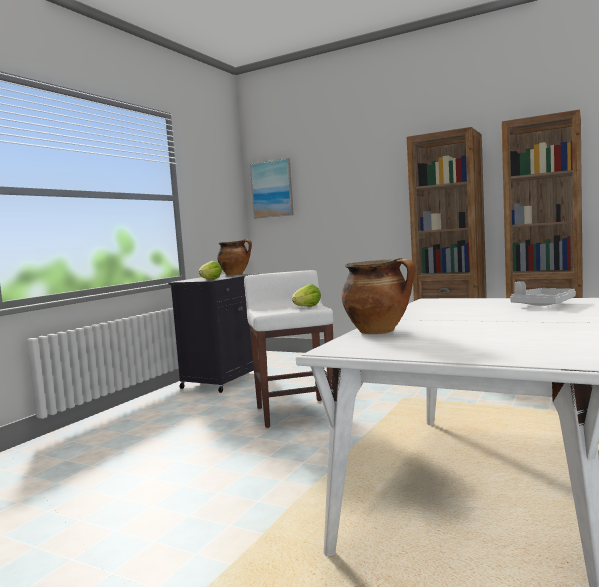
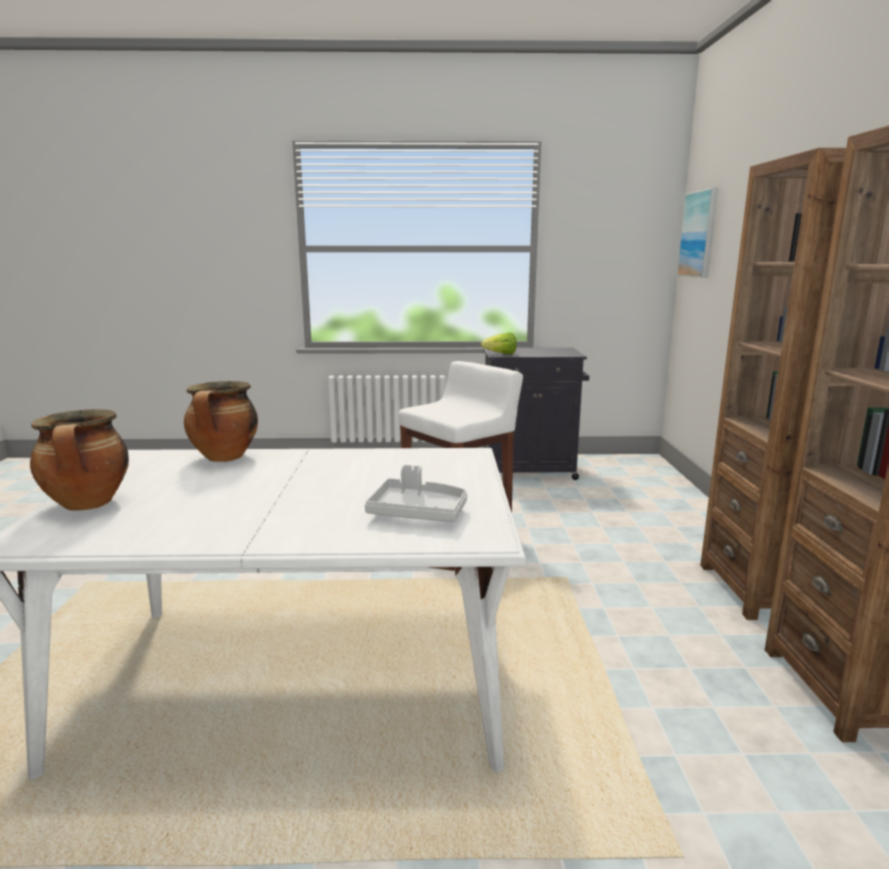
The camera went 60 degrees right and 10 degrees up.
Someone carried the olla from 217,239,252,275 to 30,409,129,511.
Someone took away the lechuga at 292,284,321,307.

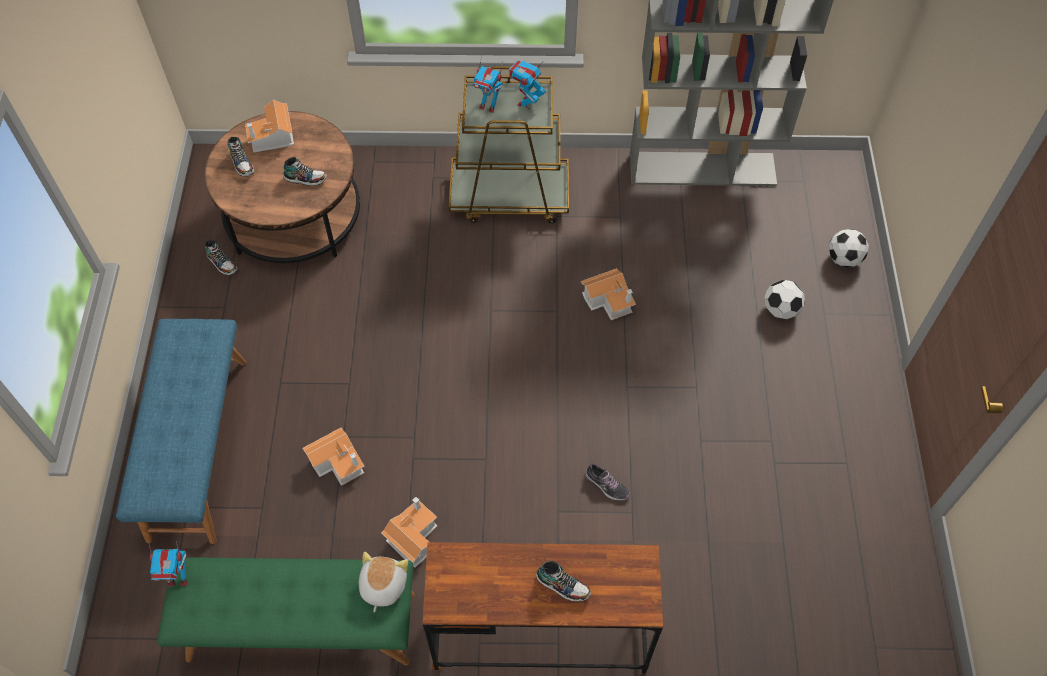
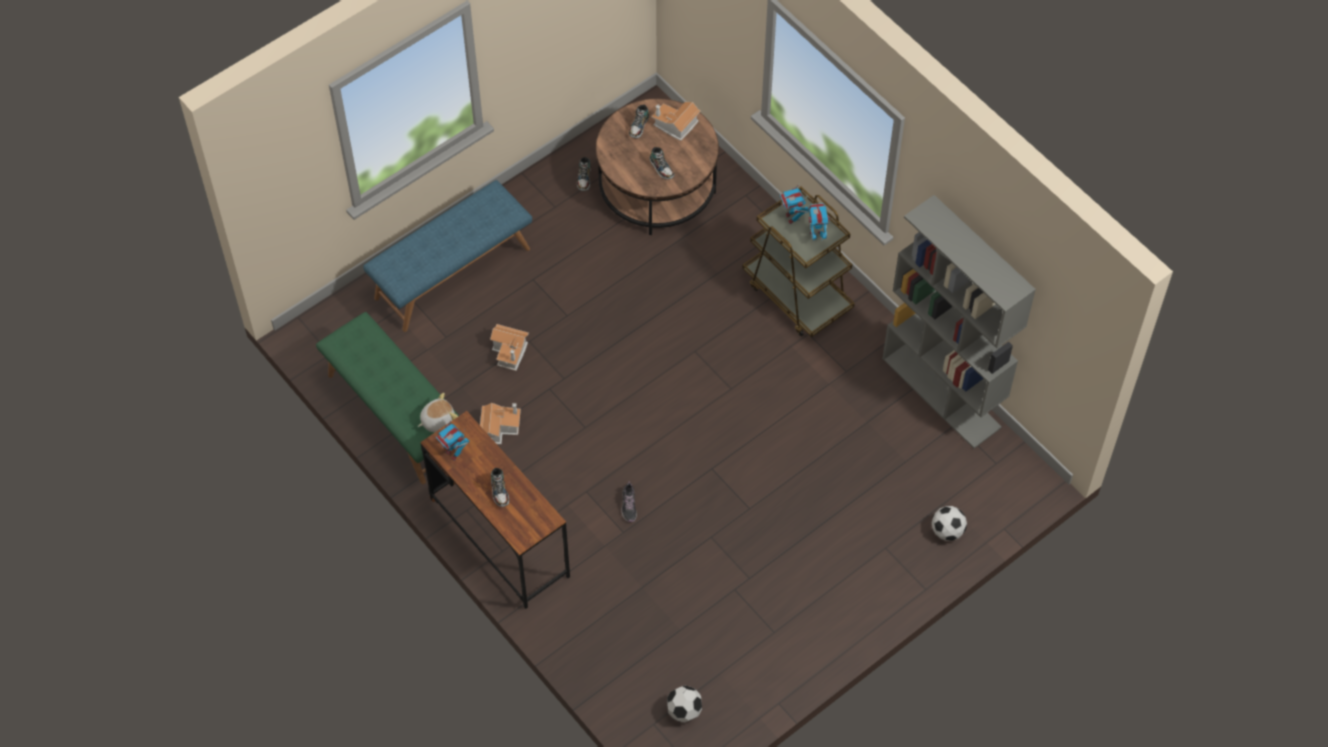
The camera went 50 degrees right and 0 degrees up.
Someone carried the robot de juguete from 148,541,187,586 to 436,416,469,461.
Someone carried the balón de fútbol from 765,280,805,319 to 667,685,702,723.
Someone took away the casita at 581,268,636,320.

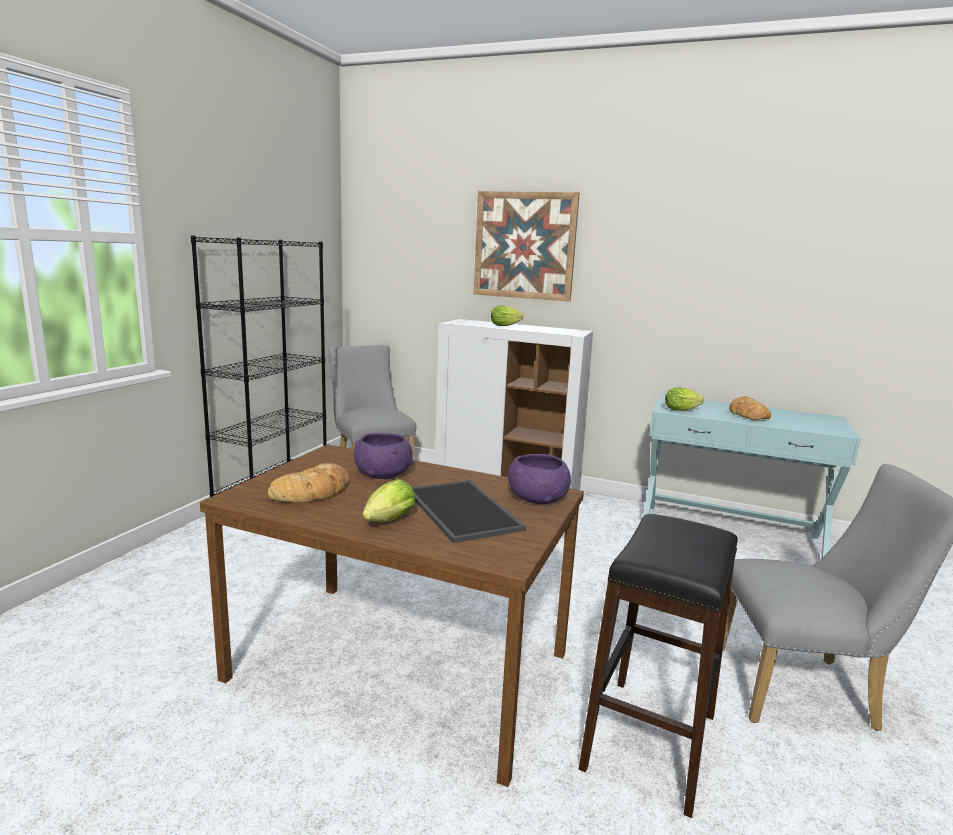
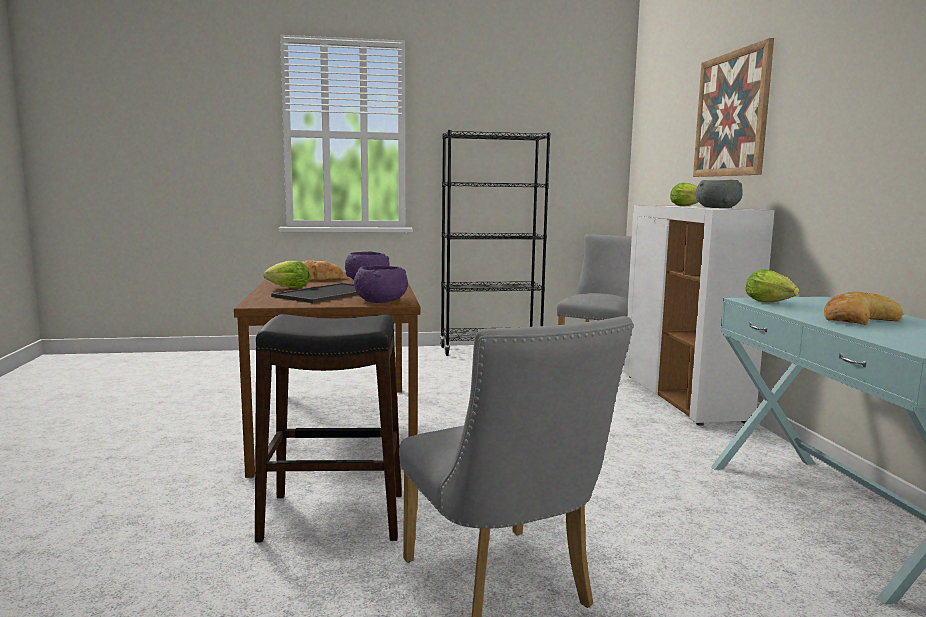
The camera went 60 degrees right and 5 degrees down.
Someone put down the cuenco [gris] at 696,180,743,208.

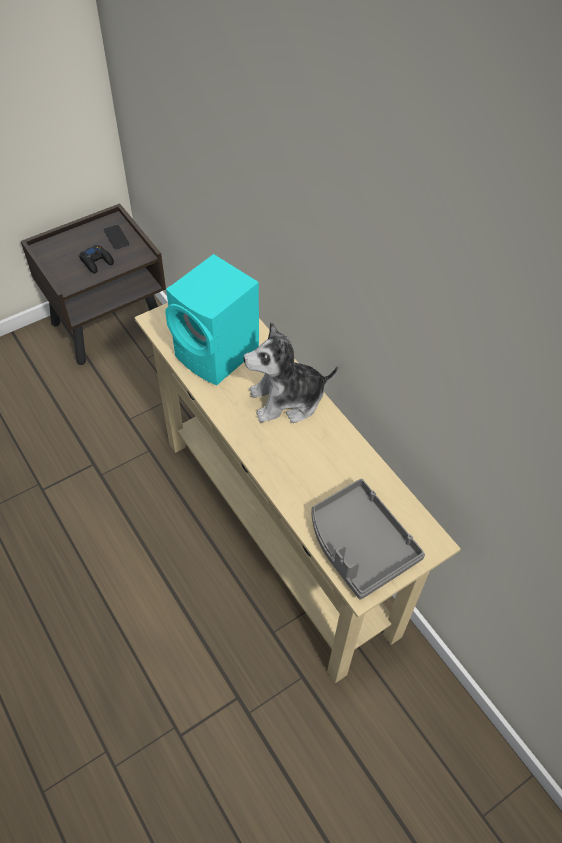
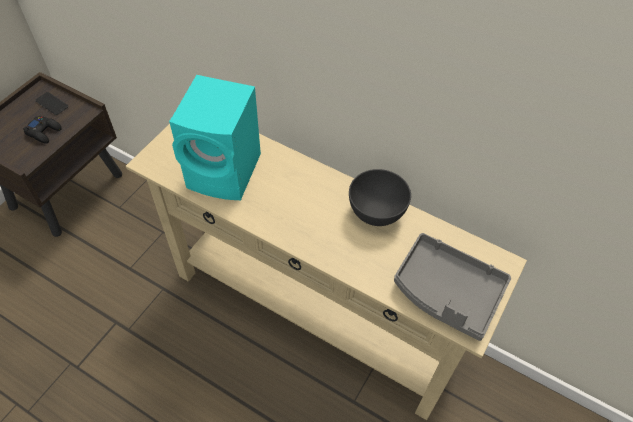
The camera went 25 degrees left and 0 degrees up.
Someone put down the cuenco [gris] at 349,169,411,226.
Someone took away the peluche at 243,322,338,423.

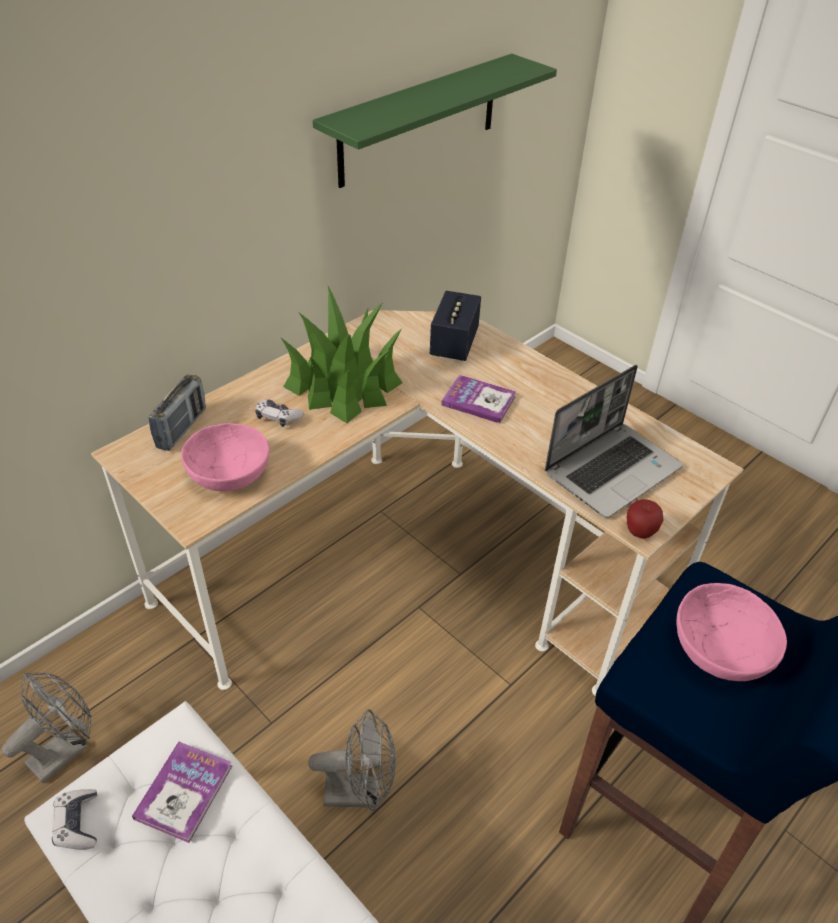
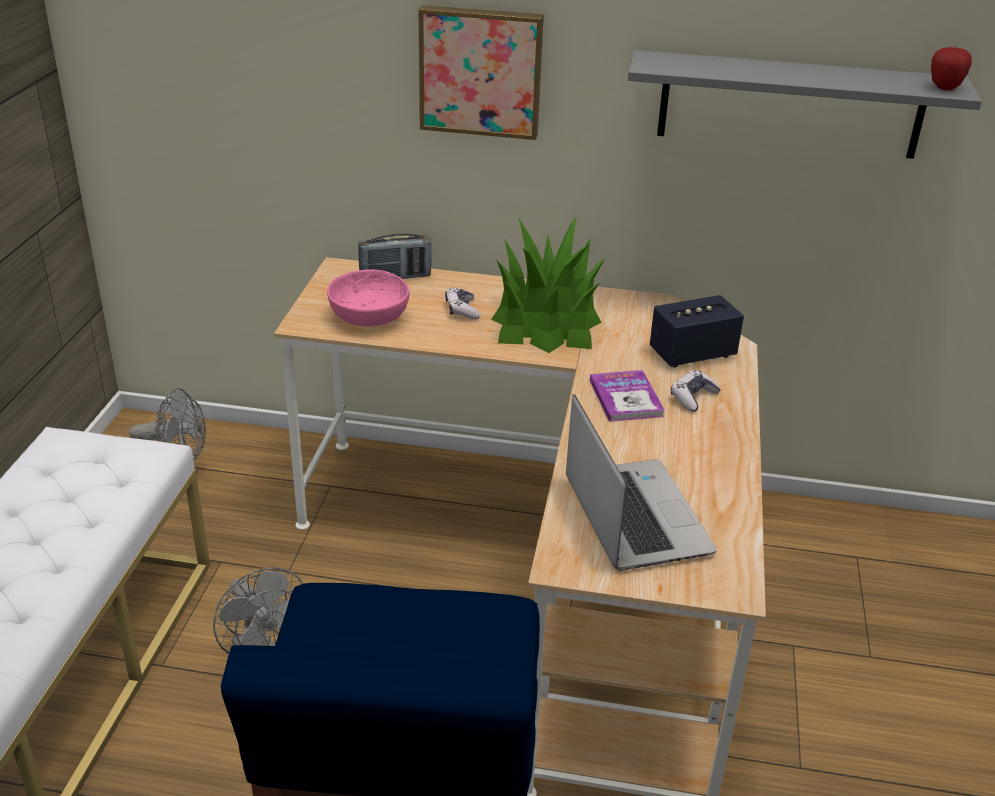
The camera went 55 degrees right and 10 degrees down.
Someone put up the cuadro at 419,5,544,140.
Someone rotated the portátil at 545,365,683,518 by 120 degrees counterclockwise.
Someone repainted the estante [verde] at 313,54,557,188, which became the estante [gris] at 628,50,982,159.
Someone carried the mando de consola from 52,789,97,850 to 671,370,721,412.
Someone carried the manzana from 627,499,664,539 to 931,47,972,90.
Someone took away the libro at 132,742,232,843.
Someone took away the cuenco [rosa] at 676,583,787,681.

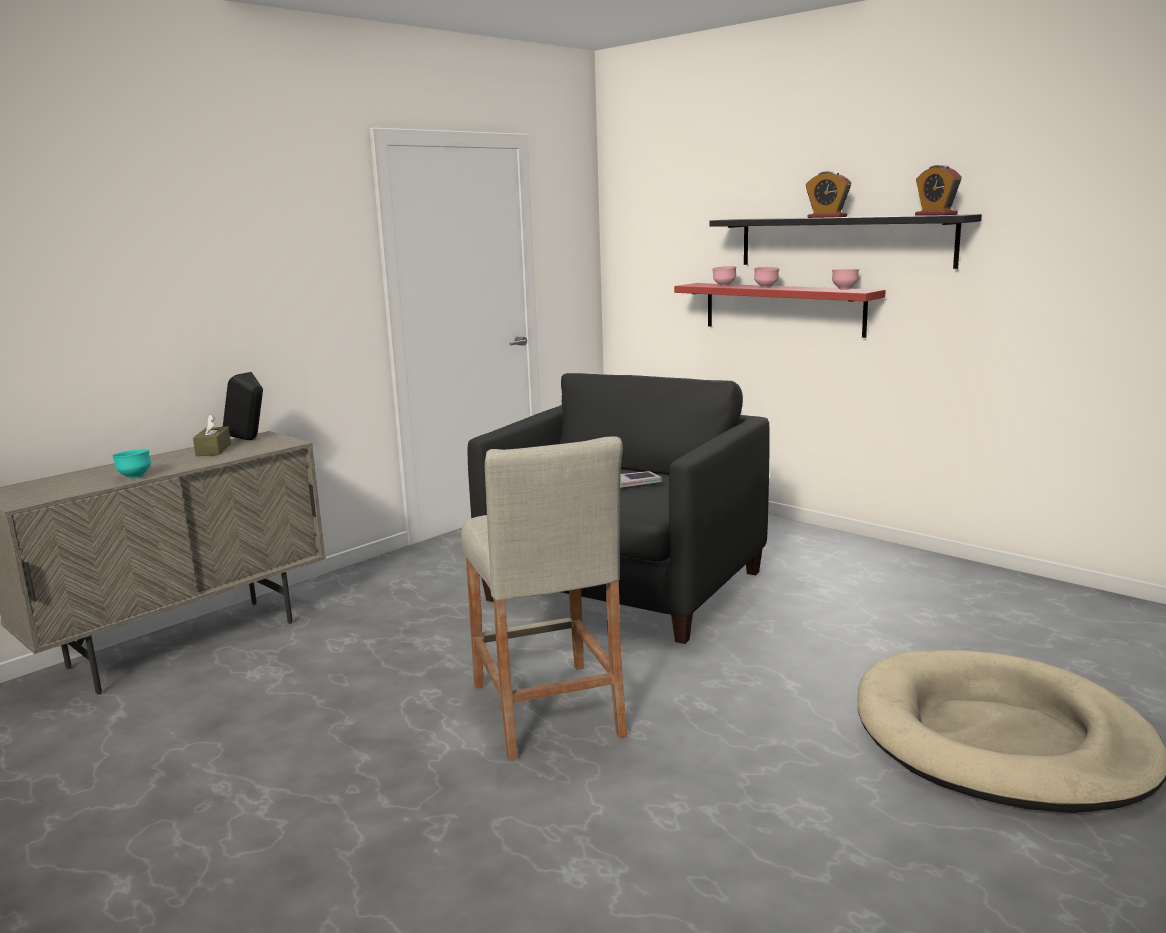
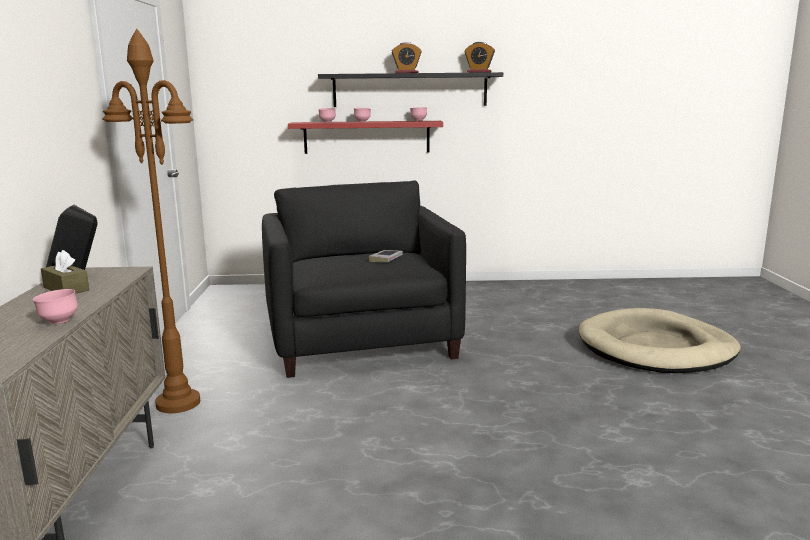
The camera went 45 degrees left and 0 degrees up.
Someone repainted the cuenco [turquesa] at 112,449,151,478, which became the cuenco [rosa] at 33,289,78,324.
Someone put down the lámpara de pie [marrón] at 102,29,200,413.
Someone took away the taburete [beis] at 461,436,627,761.

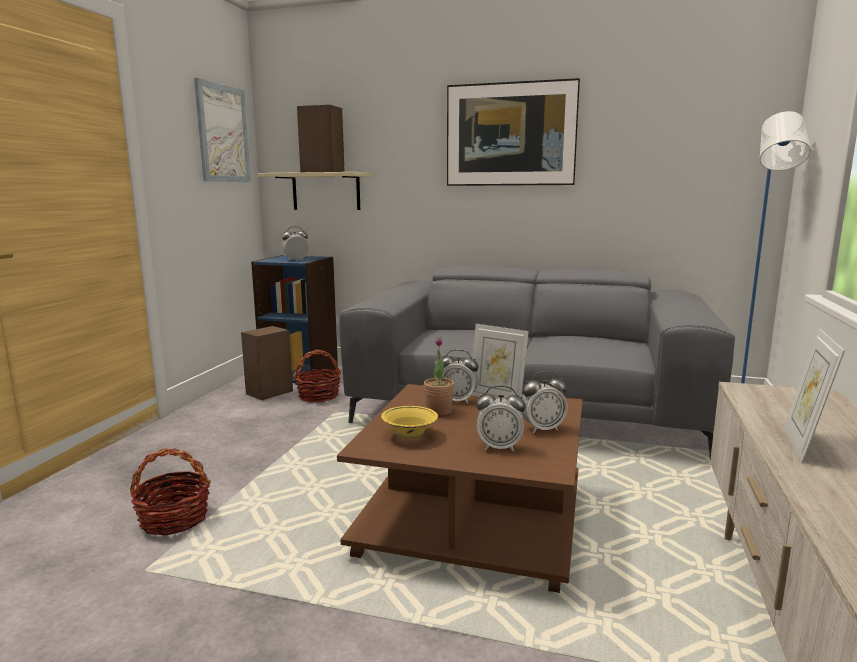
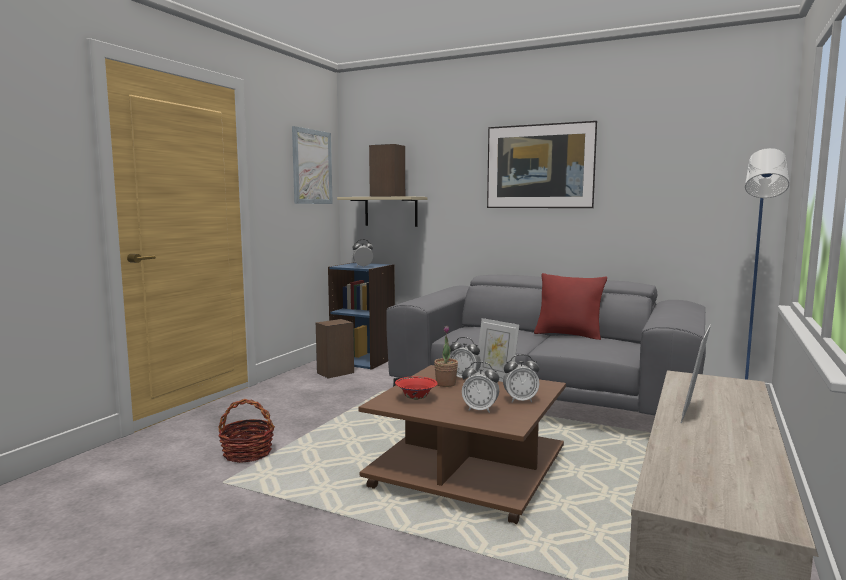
The camera went 10 degrees right and 5 degrees down.
Someone repainted the cuenco [amarillo] at 381,406,438,438, which became the cuenco [rojo] at 395,376,438,400.
Someone put down the cojín [rojo] at 534,273,607,340.
Someone took away the cesta at 293,350,341,402.

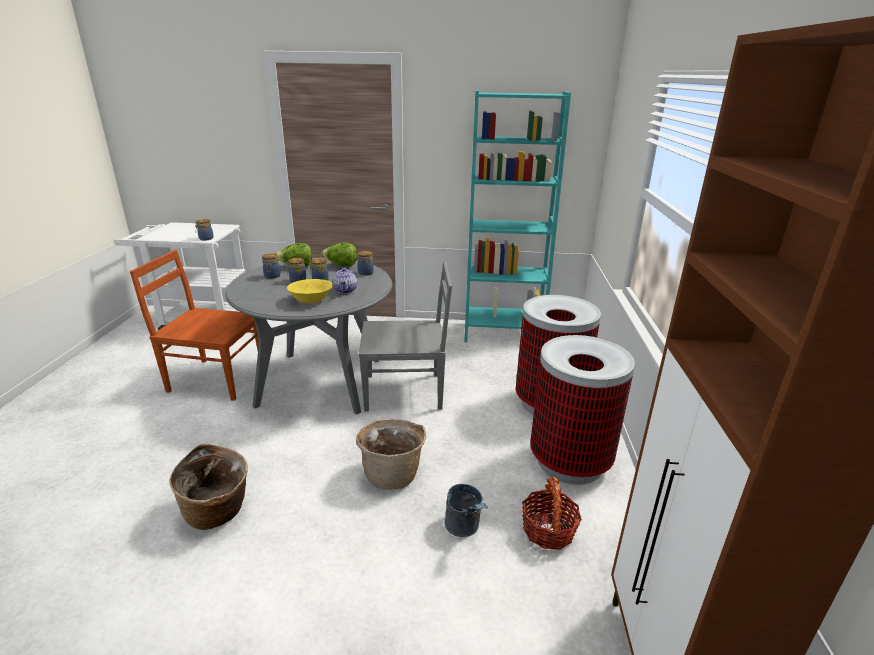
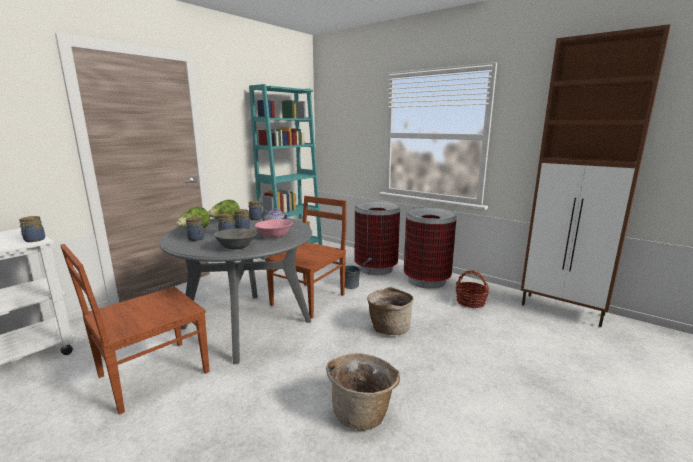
The camera went 55 degrees left and 10 degrees down.
Someone put down the cuenco [gris] at 214,228,257,249.
Someone repainted the cuenco [amarillo] at 287,279,333,304, which became the cuenco [rosa] at 255,219,293,238.
Someone repainted the silla [gris] at 359,261,452,412, which became the silla [marrón] at 265,196,347,319.
Someone carried the cubo [gris] from 444,484,488,537 to 345,258,372,289.

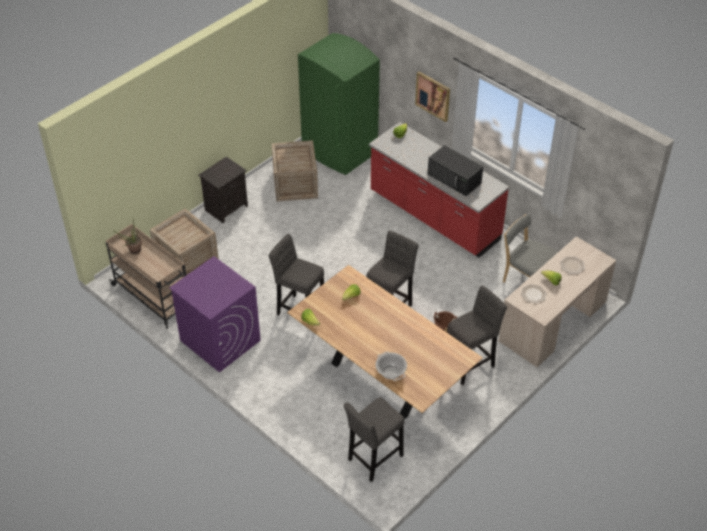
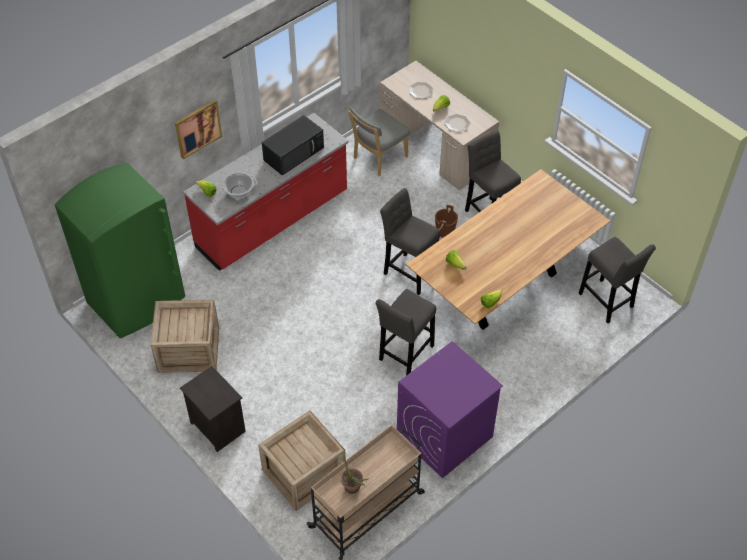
The camera went 85 degrees left and 5 degrees up.
Someone carried the olla from 376,351,407,381 to 219,172,257,198.

